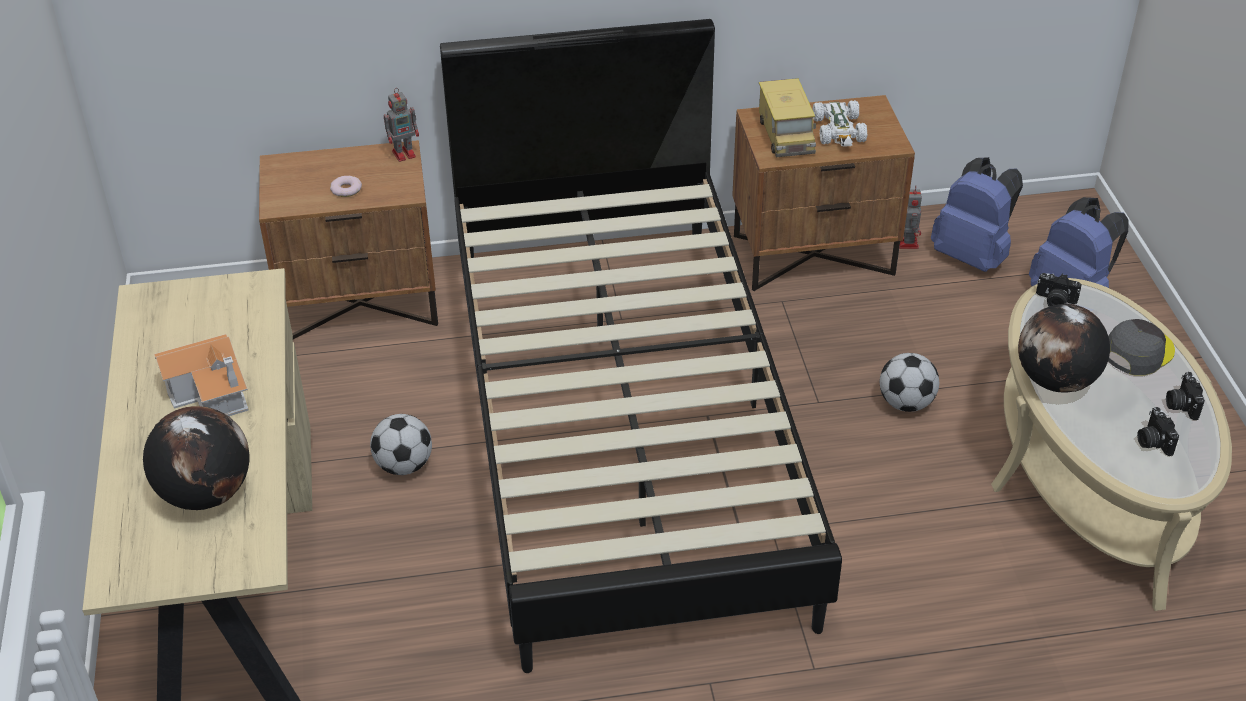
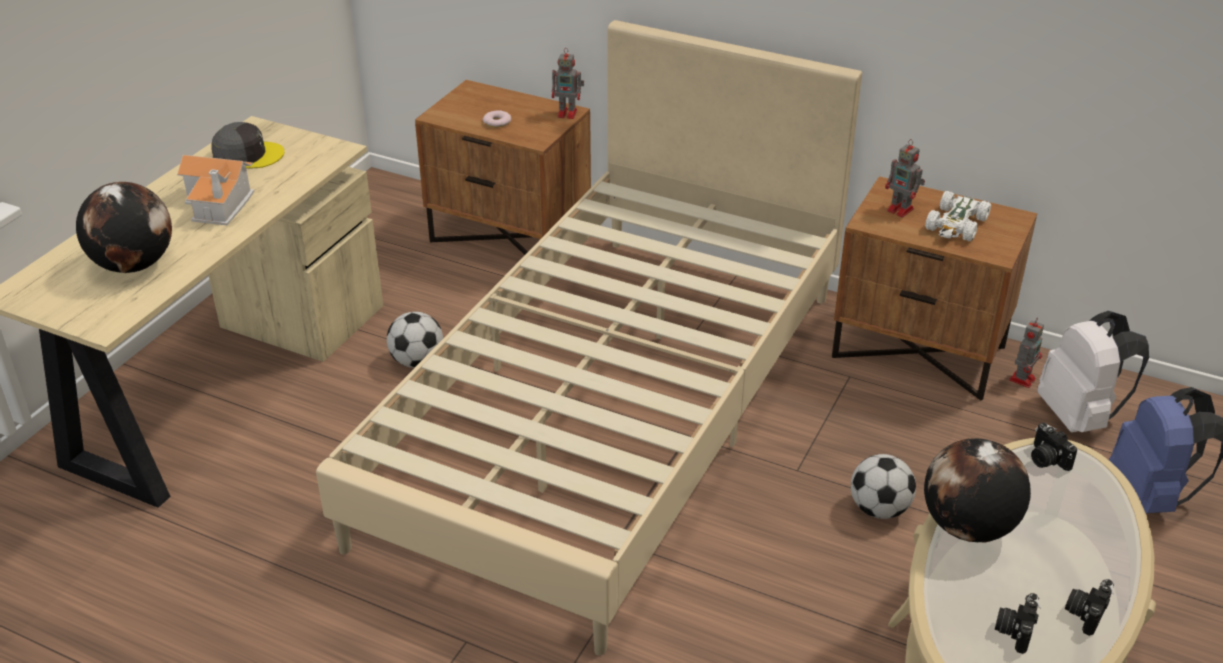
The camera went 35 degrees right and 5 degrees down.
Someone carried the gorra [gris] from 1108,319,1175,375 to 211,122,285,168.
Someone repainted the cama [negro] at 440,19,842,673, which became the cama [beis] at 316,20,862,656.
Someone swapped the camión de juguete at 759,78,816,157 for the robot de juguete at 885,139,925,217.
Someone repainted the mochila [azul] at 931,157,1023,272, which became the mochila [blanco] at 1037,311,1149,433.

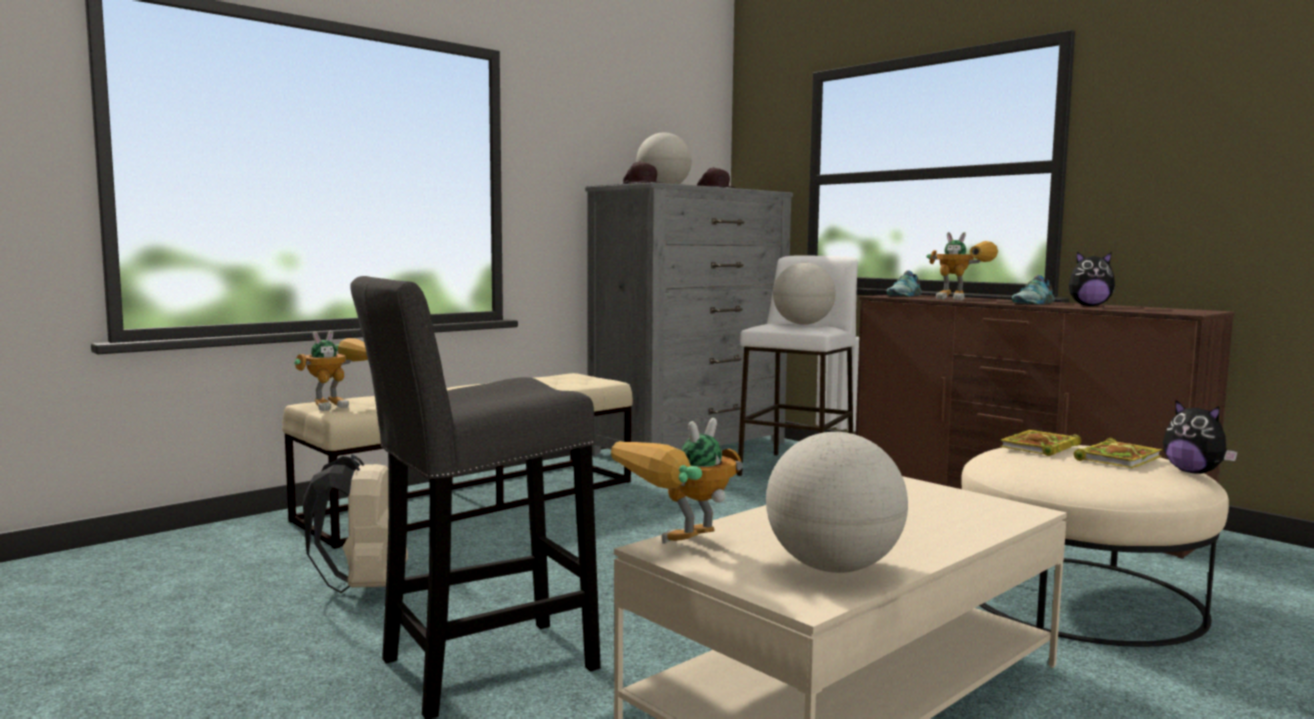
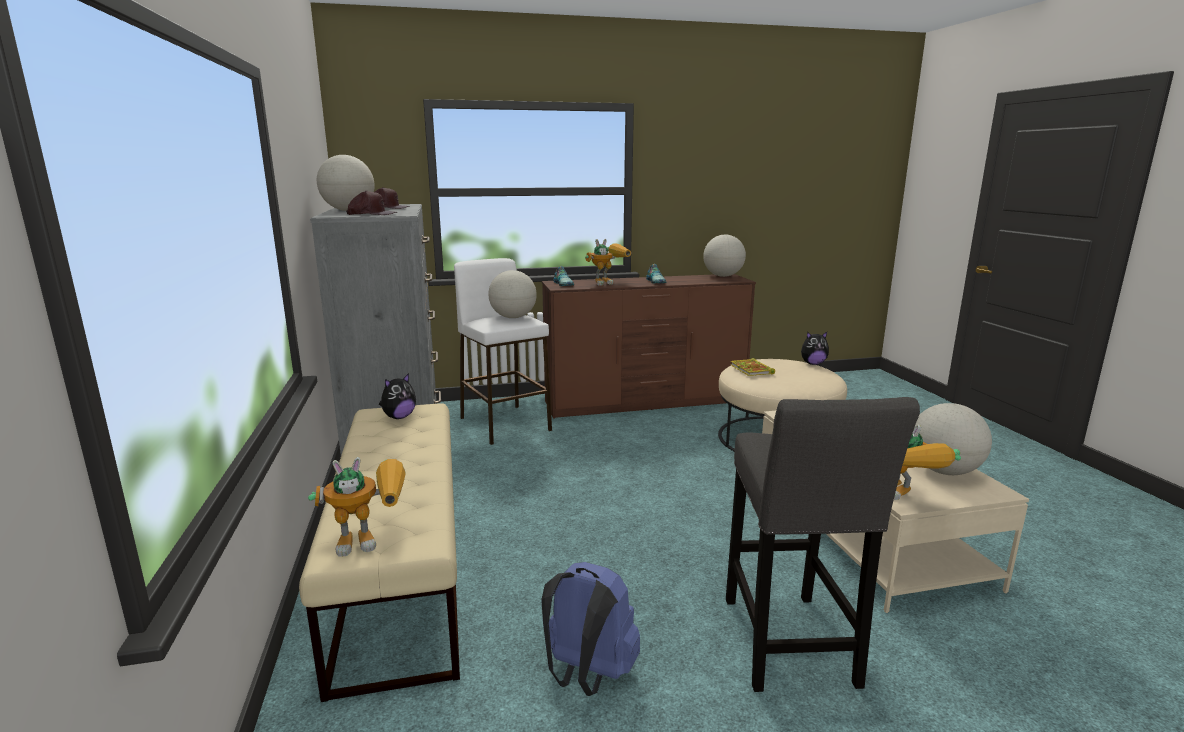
The camera went 60 degrees left and 10 degrees up.
Someone rotated the robot de juguete at 294,330,368,411 by 90 degrees clockwise.
Someone carried the peluche from 1069,252,1115,306 to 379,373,416,419.
Someone repainted the mochila [beis] at 303,454,408,593, which became the mochila [azul] at 541,562,640,696.
Someone put down the globo terráqueo at 703,235,746,277.
Someone took away the libro at 1073,438,1162,468.

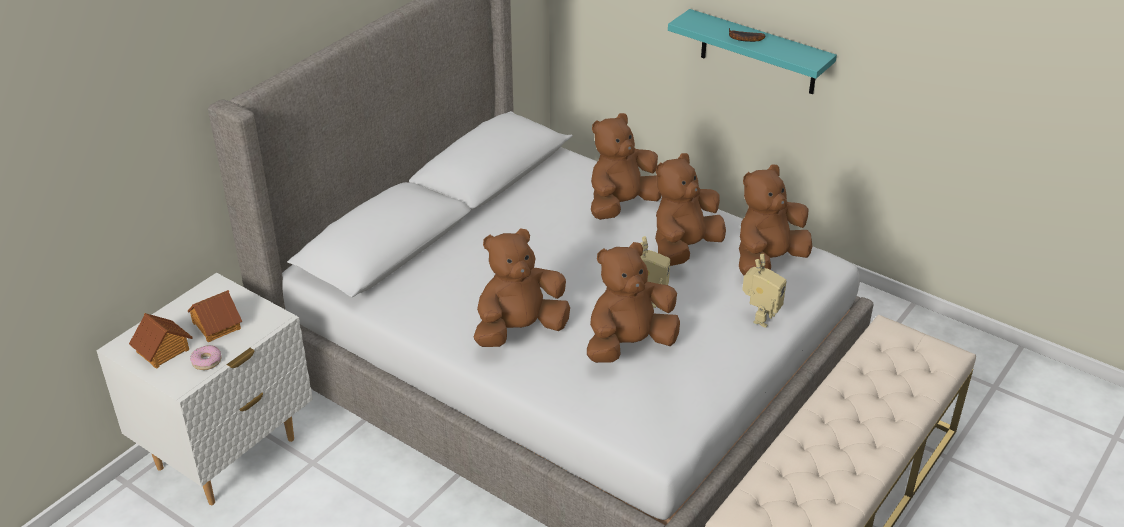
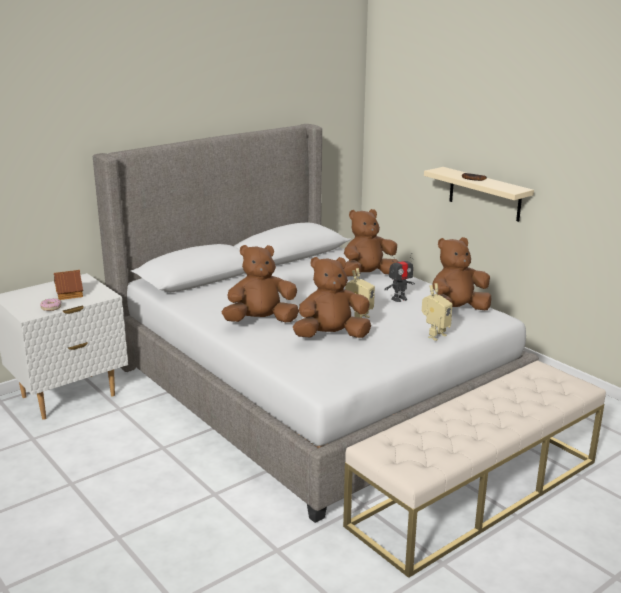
The camera went 15 degrees right and 15 degrees down.
Someone swapped the peluche [marrón] at 655,153,726,266 for the robot de juguete at 384,253,415,302.
Someone repainted the estante [turquesa] at 668,9,837,94, which became the estante [beis] at 424,167,534,222.
Someone took away the casita at 129,313,193,369.

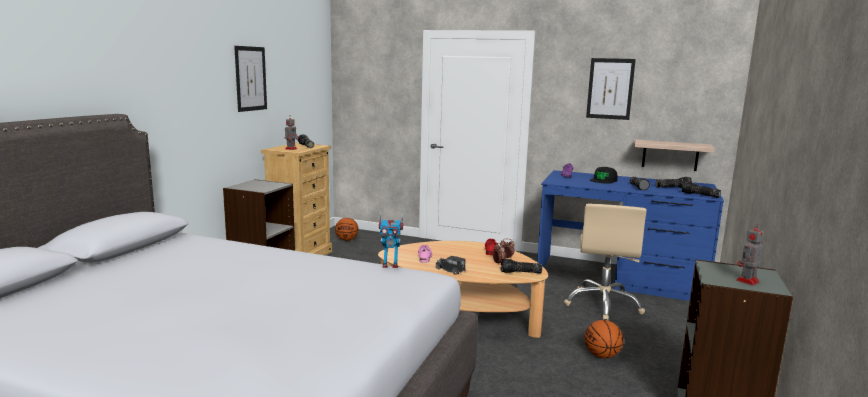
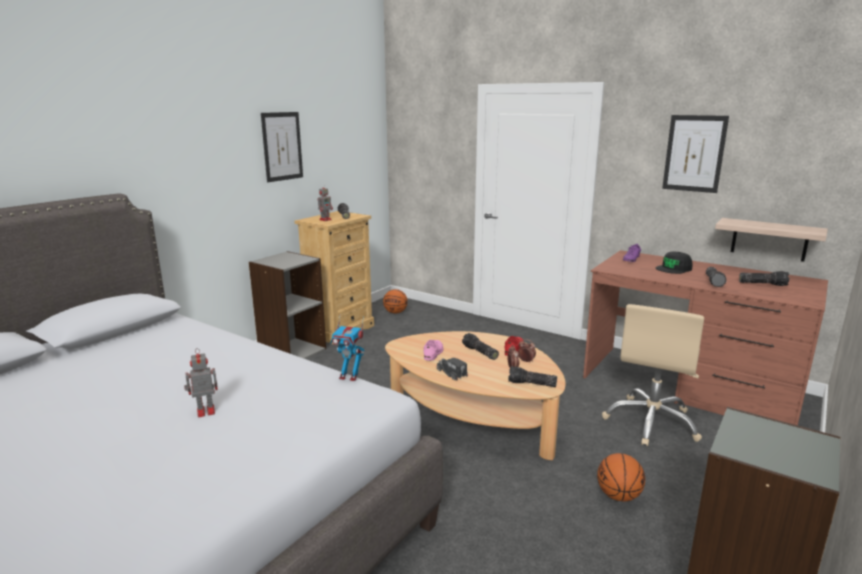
The camera went 15 degrees right and 5 degrees up.
Someone carried the robot de juguete from 736,223,764,286 to 184,348,218,417.
Someone carried the linterna from 682,181,721,198 to 462,333,499,360.
Someone repainted the escritorio [azul] at 537,170,724,301, which became the escritorio [marrón] at 583,250,828,425.

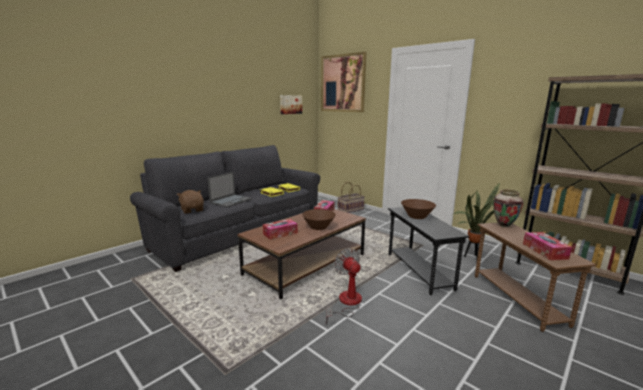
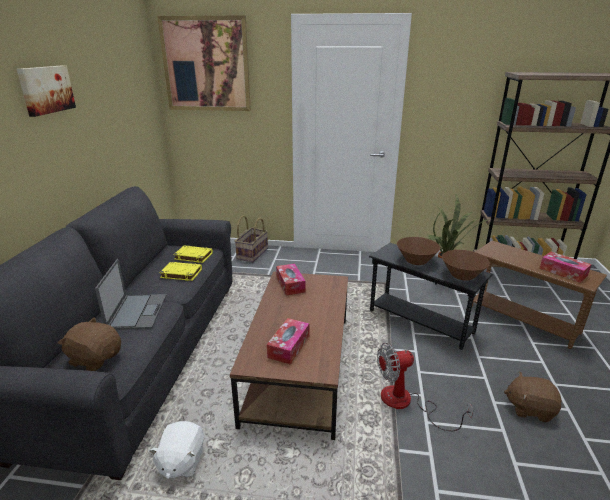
The camera went 35 degrees left and 10 degrees up.
Someone carried the cuadro from 280,95,302,114 to 17,65,76,117.
Someone put down the peluche [blanco] at 149,421,204,479.
Someone rotated the ventilador at 325,248,362,325 by 45 degrees counterclockwise.
Someone carried the cuenco [marrón] from 302,209,336,230 to 442,250,490,281.
Someone put down the peluche [marrón] at 504,372,561,422.
Someone took away the florero at 493,189,523,227.

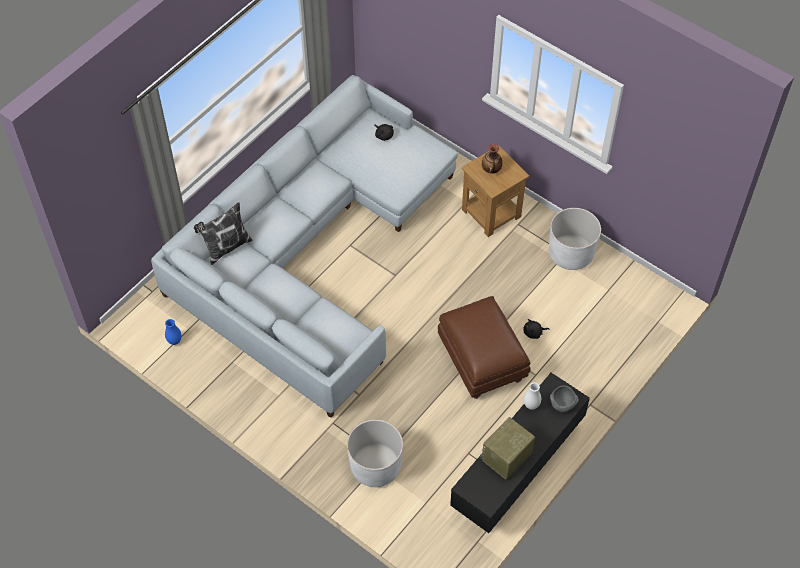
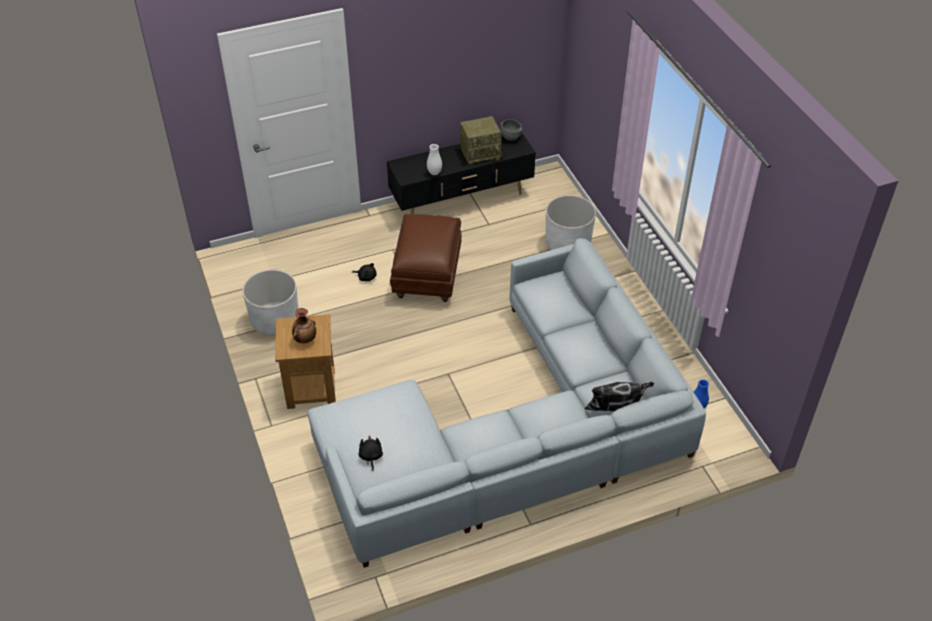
The camera went 150 degrees left and 10 degrees down.
Someone carried the cuenco [gris] from 550,385,579,412 to 500,119,523,141.

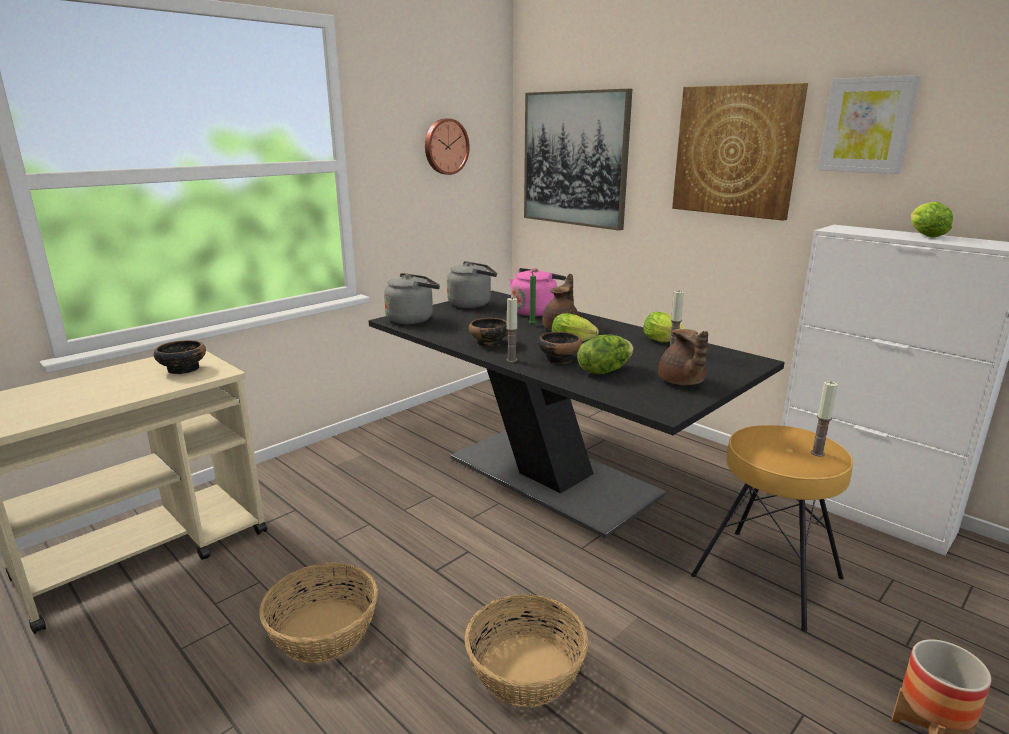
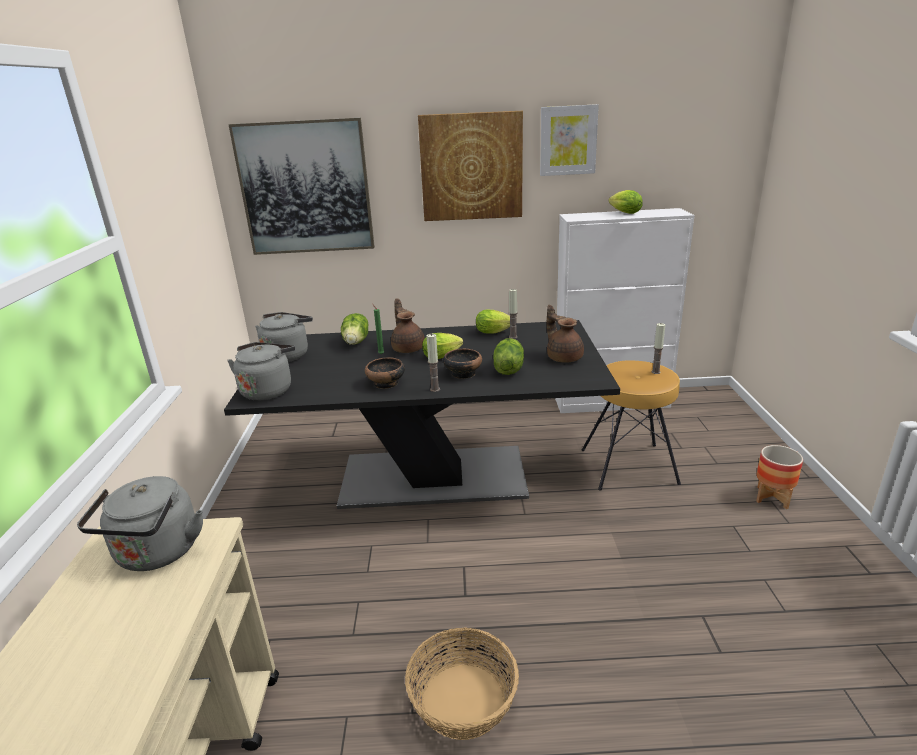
The camera went 45 degrees left and 5 degrees up.
Someone swapped the cuenco at 154,340,206,374 for the hervidor [gris] at 77,476,203,571.
Someone swapped the hervidor [rosa] at 509,268,566,316 for the lechuga at 341,313,368,345.
Someone rotated the tetera [marrón] at 658,329,708,385 by 150 degrees counterclockwise.
Someone took away the reloj de pared at 425,119,470,175.
Someone took away the cesta at 465,594,588,707.

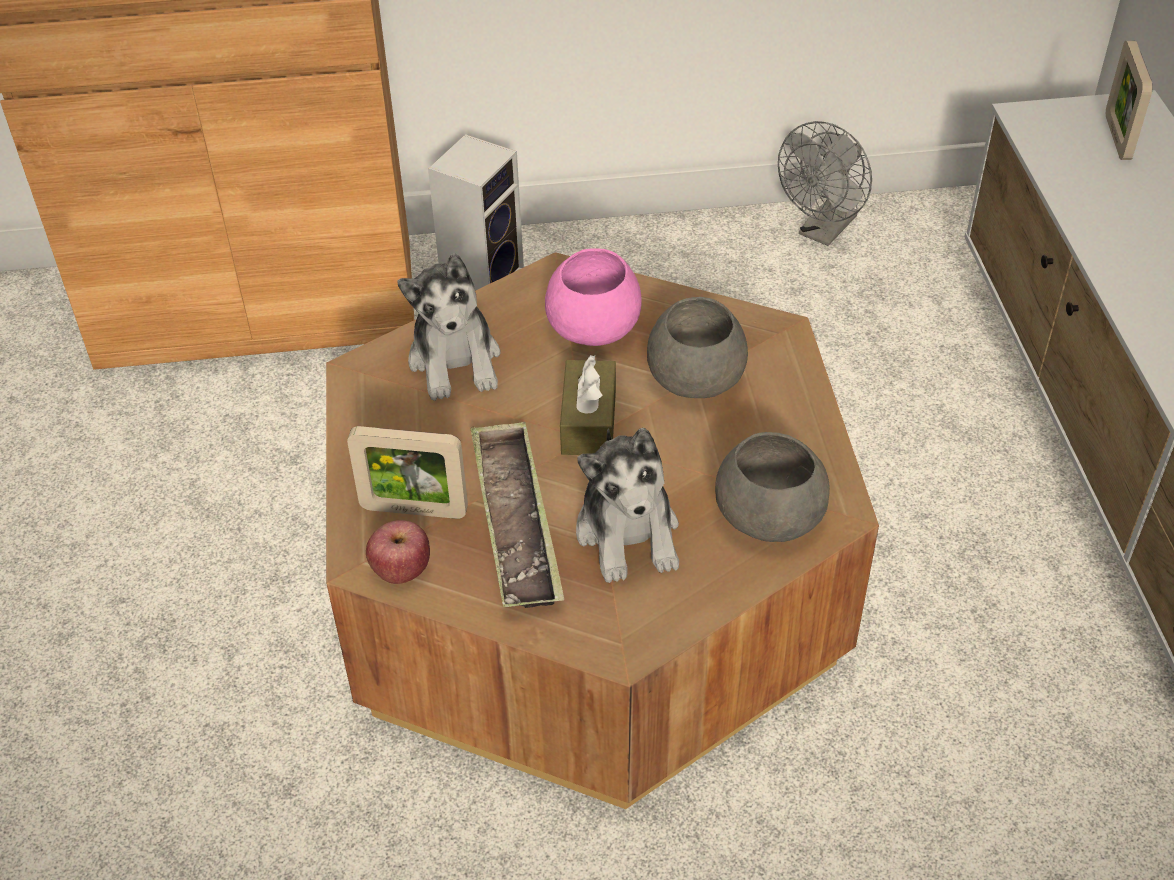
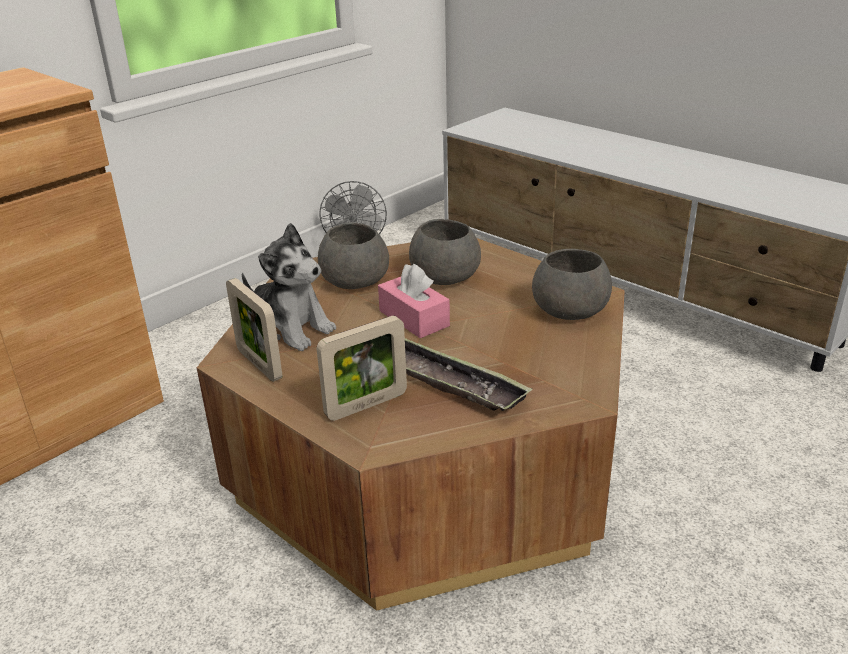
The camera went 40 degrees left and 15 degrees down.
Someone carried the portarretratos from 1106,41,1153,160 to 226,278,282,382.
Someone repainted the cuenco [rosa] at 545,248,642,346, which became the cuenco [gris] at 318,223,389,289.
Someone repainted the caja de pañuelos [marrón] at 560,355,616,455, which became the caja de pañuelos [rosa] at 378,264,450,338.
Someone took away the manzana at 366,520,430,584.
Someone took away the altavoz at 428,134,524,291.
Someone took away the peluche at 576,428,679,583.

